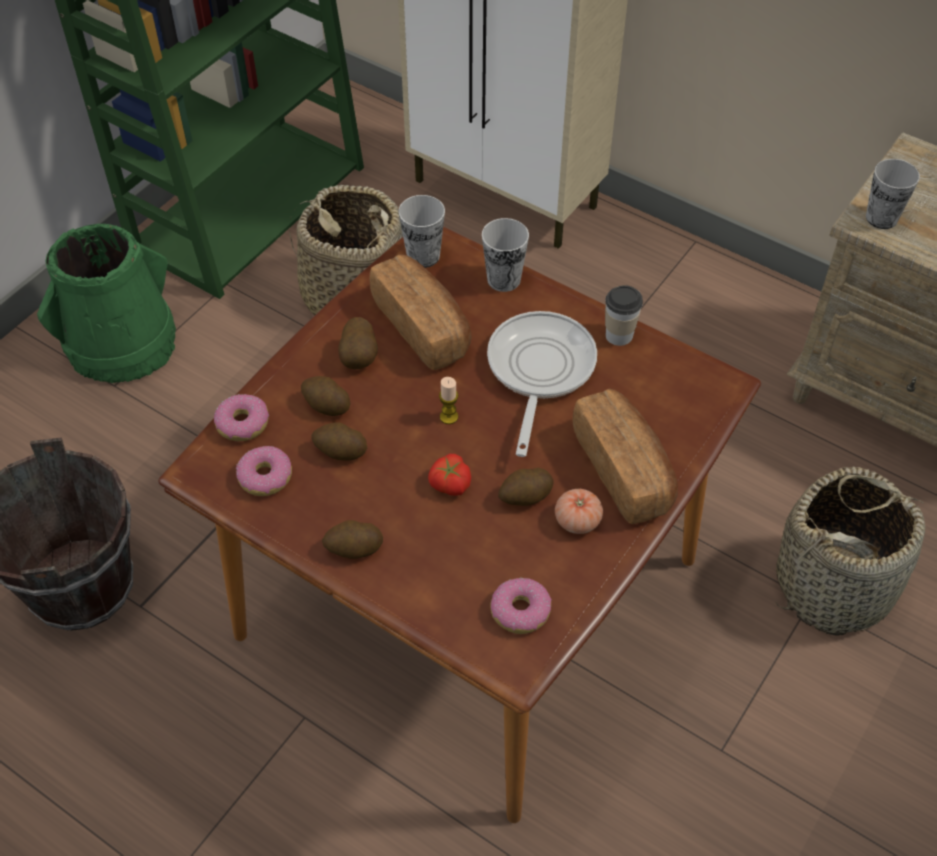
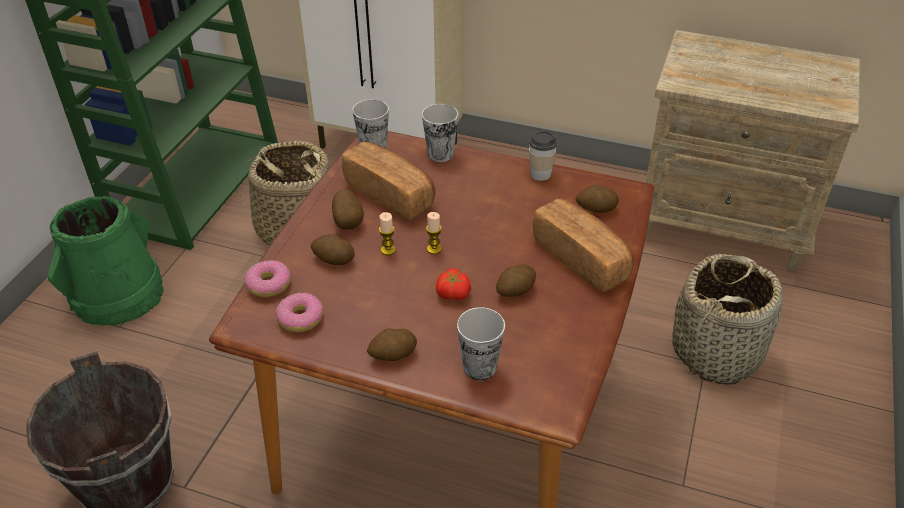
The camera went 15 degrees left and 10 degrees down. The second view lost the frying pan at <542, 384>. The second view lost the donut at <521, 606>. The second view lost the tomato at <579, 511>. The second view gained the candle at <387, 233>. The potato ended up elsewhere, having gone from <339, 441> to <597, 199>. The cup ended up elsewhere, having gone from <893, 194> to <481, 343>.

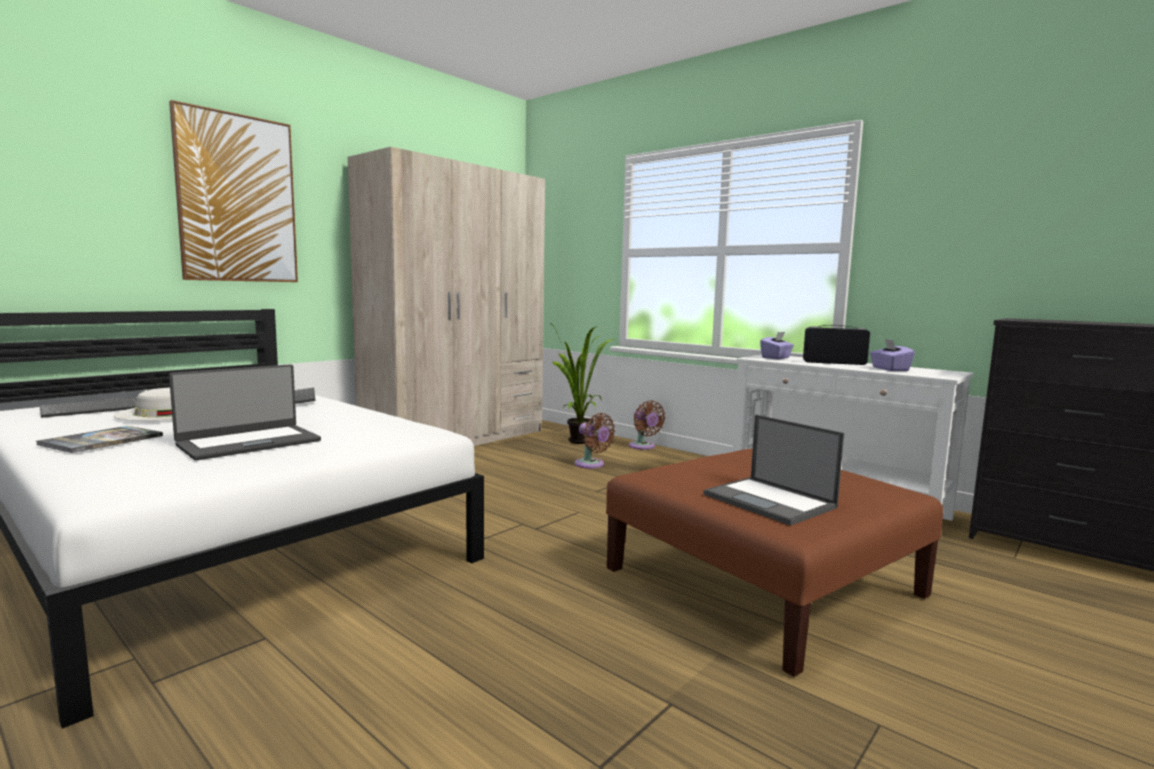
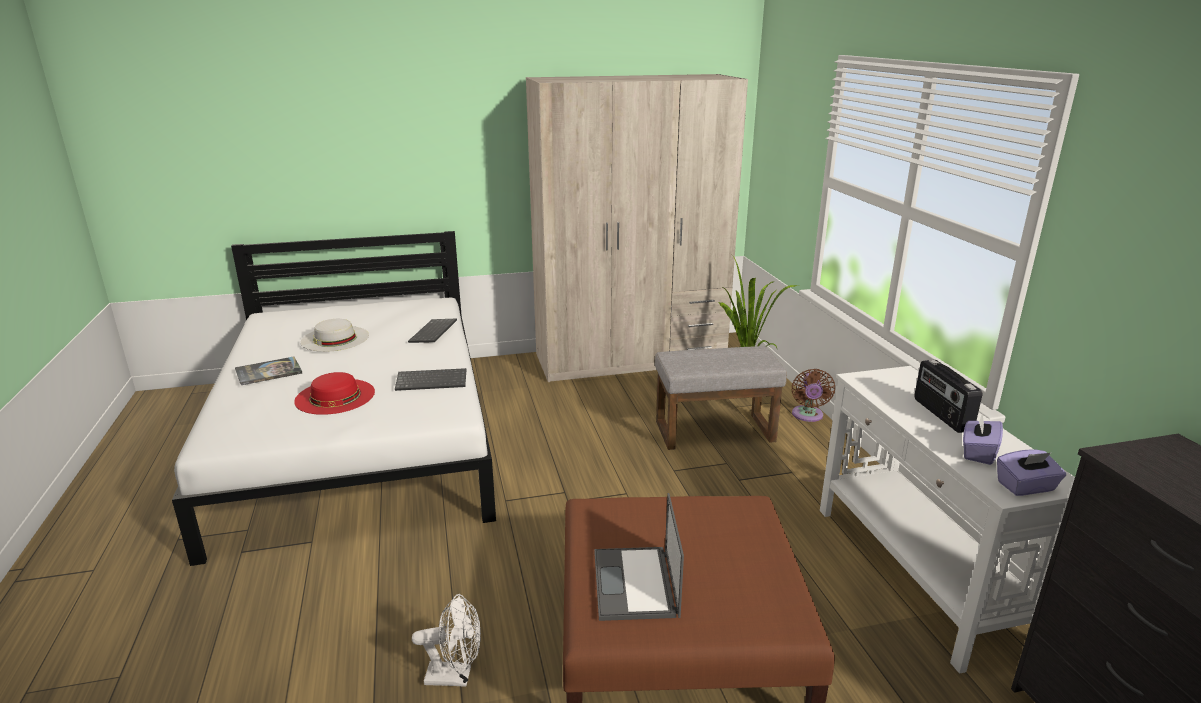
The camera went 35 degrees right and 15 degrees up. The second view lost the picture at <233, 191>. The second view gained the white fan at <446, 640>. The keyboard ended up elsewhere, having gone from <88, 407> to <430, 379>. The purple tissue box ended up elsewhere, having gone from <777, 345> to <1031, 473>. Where the laptop stood at <245, 412>, the red hat came to stand at <334, 393>. Where the brown fan stood at <595, 441>, the grey ottoman came to stand at <721, 398>. The radio at <836, 345> ended up facing another way, 150 degrees counterclockwise from before.

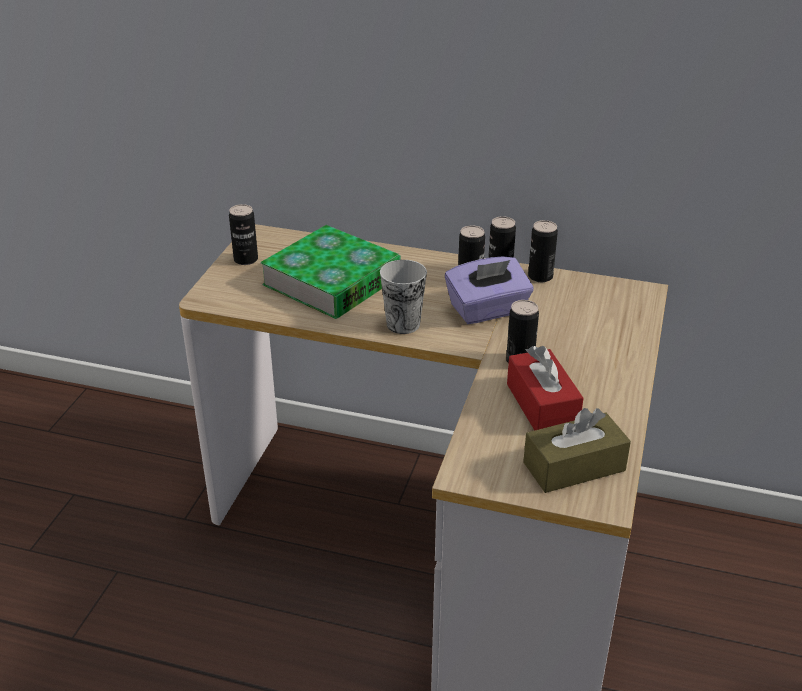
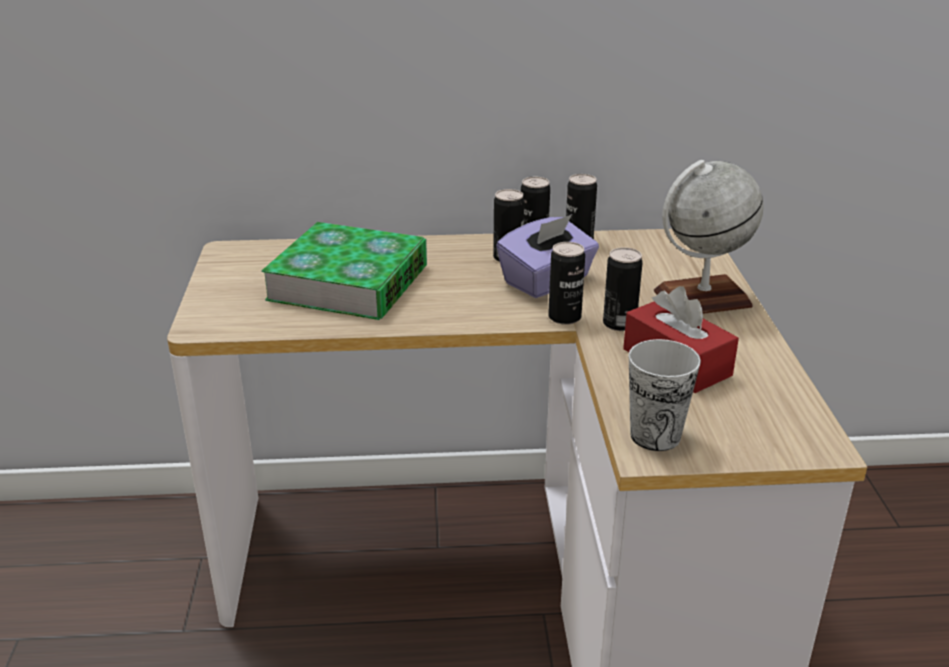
The camera went 20 degrees left and 5 degrees down. The second view lost the brown tissue box at <577, 450>. The second view gained the globe at <708, 237>. The can ended up elsewhere, having gone from <243, 234> to <566, 283>. The cup ended up elsewhere, having gone from <403, 297> to <665, 395>.

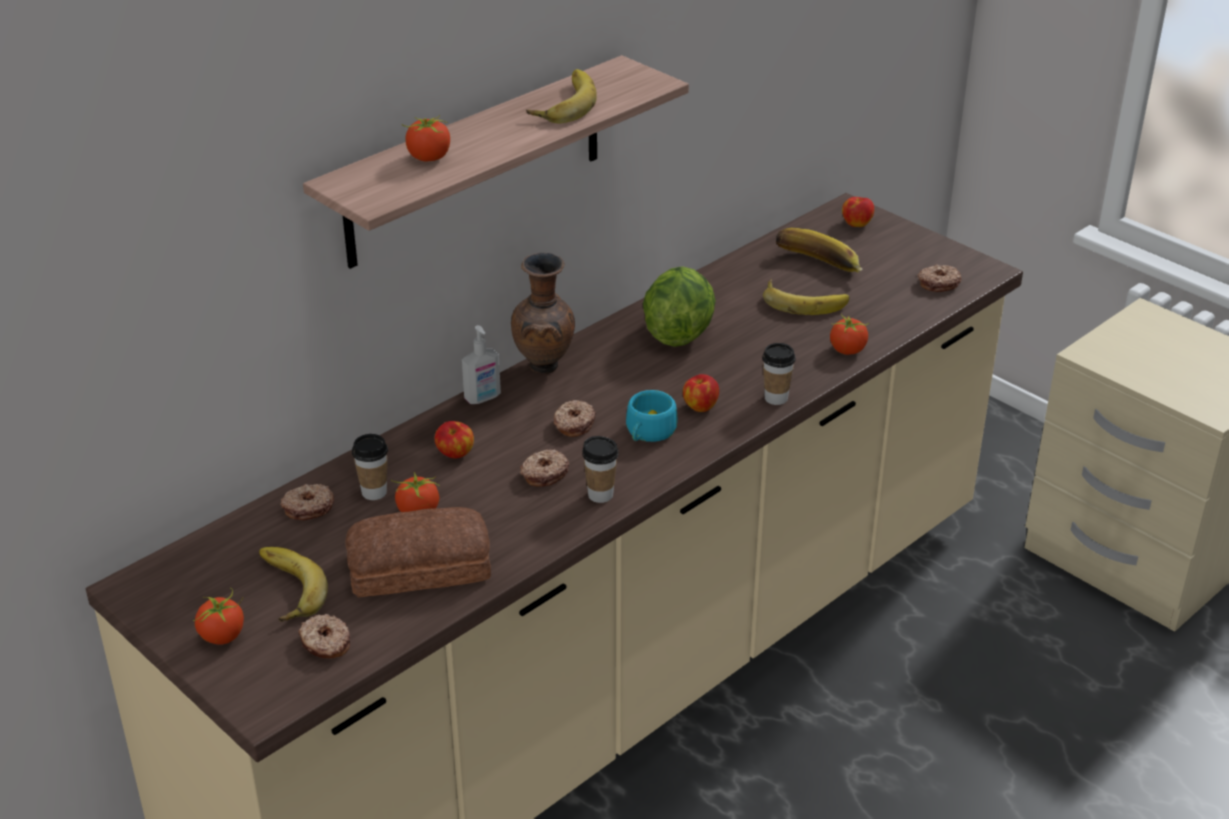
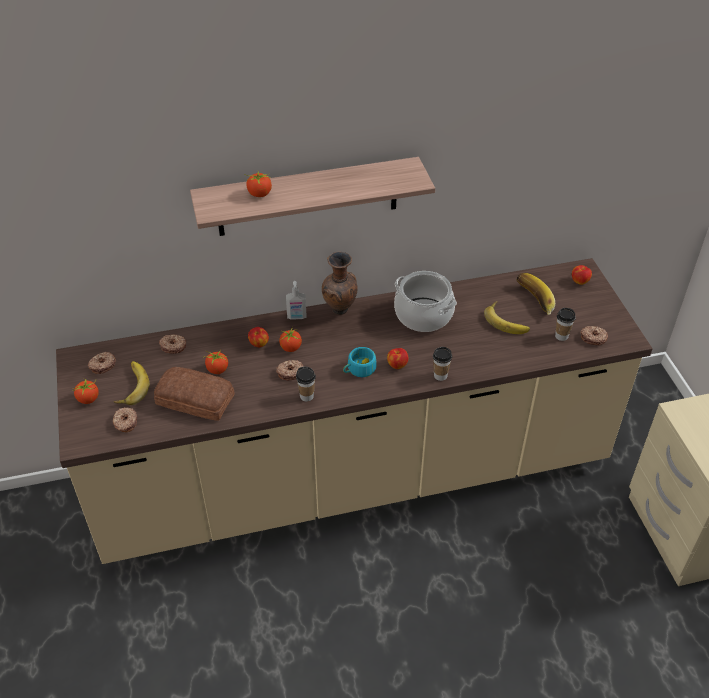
The camera went 30 degrees right and 10 degrees up. The second view lost the banana at <561, 96>. The cup ended up elsewhere, having gone from <370, 467> to <565, 324>. The donut ended up elsewhere, having gone from <575, 418> to <102, 363>. The tomato ended up elsewhere, having gone from <850, 334> to <290, 339>. Where the lettuce stood at <679, 306>, the cooking pot came to stand at <425, 301>.

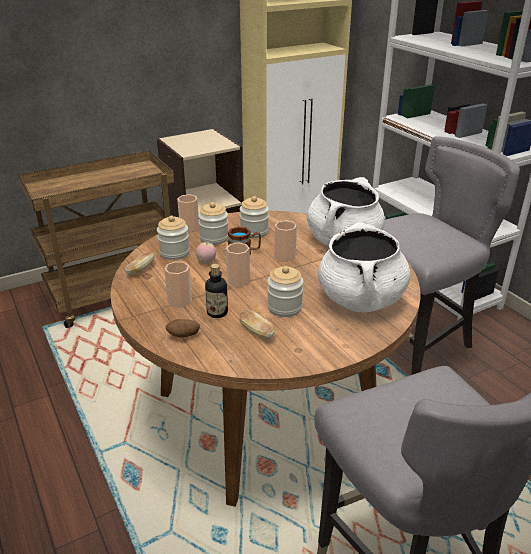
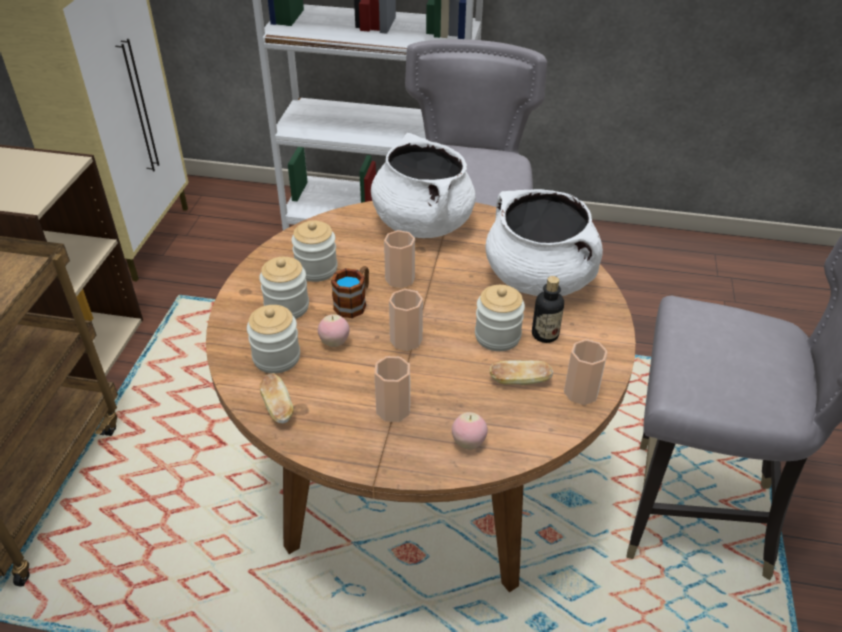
The camera went 50 degrees left and 10 degrees up. The cup ended up elsewhere, having gone from <188, 213> to <585, 372>. The bottle ended up elsewhere, having gone from <216, 291> to <548, 309>. Where the potato stood at <183, 328>, the apple came to stand at <470, 431>.

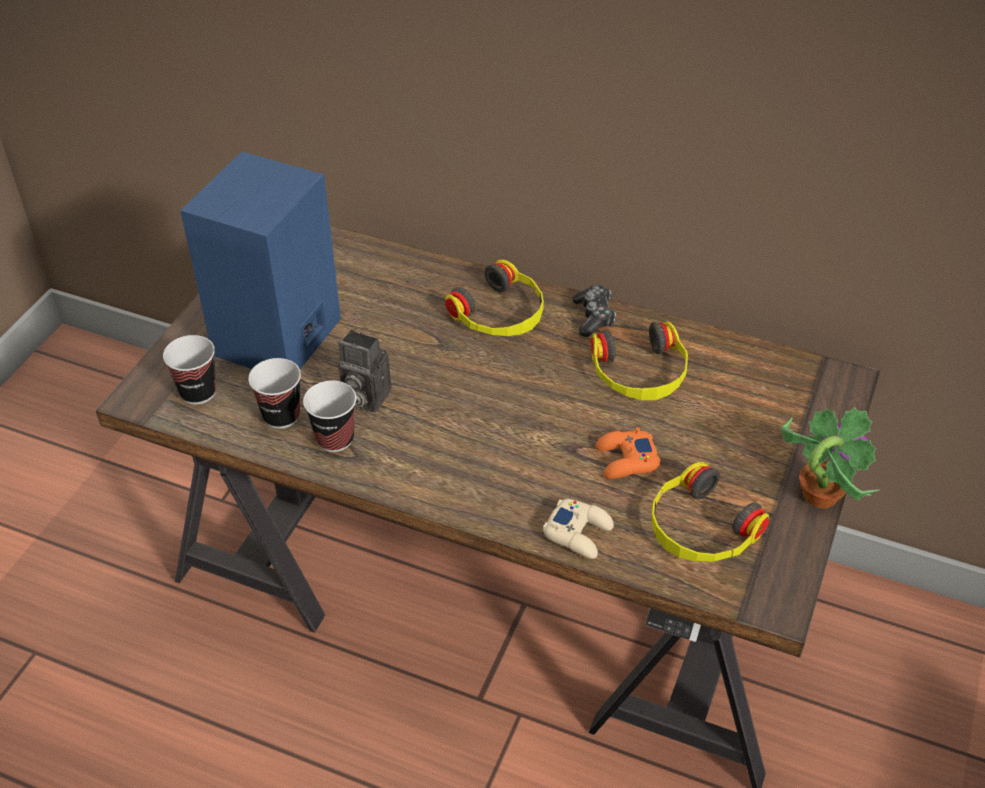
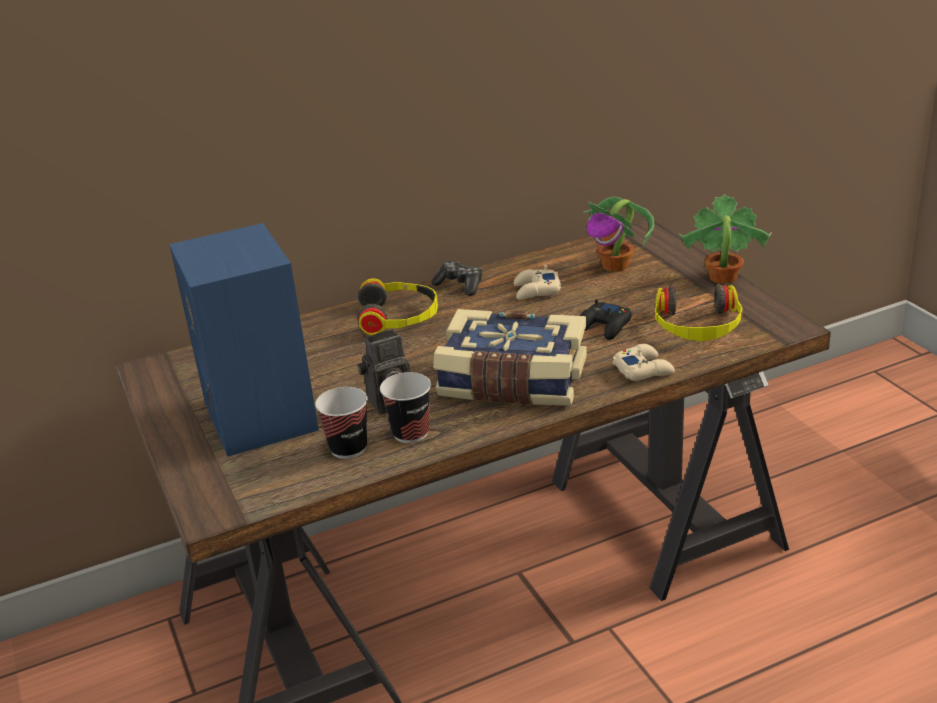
The camera went 45 degrees left and 15 degrees down. The second view lost the cup at <189, 370>. The second view gained the book at <510, 357>. The second view gained the potted plant at <618, 234>. Where the headphones stood at <639, 360>, the beige game controller came to stand at <537, 282>. What was the orange game controller at <628, 453> turned into the black game controller at <605, 319>.

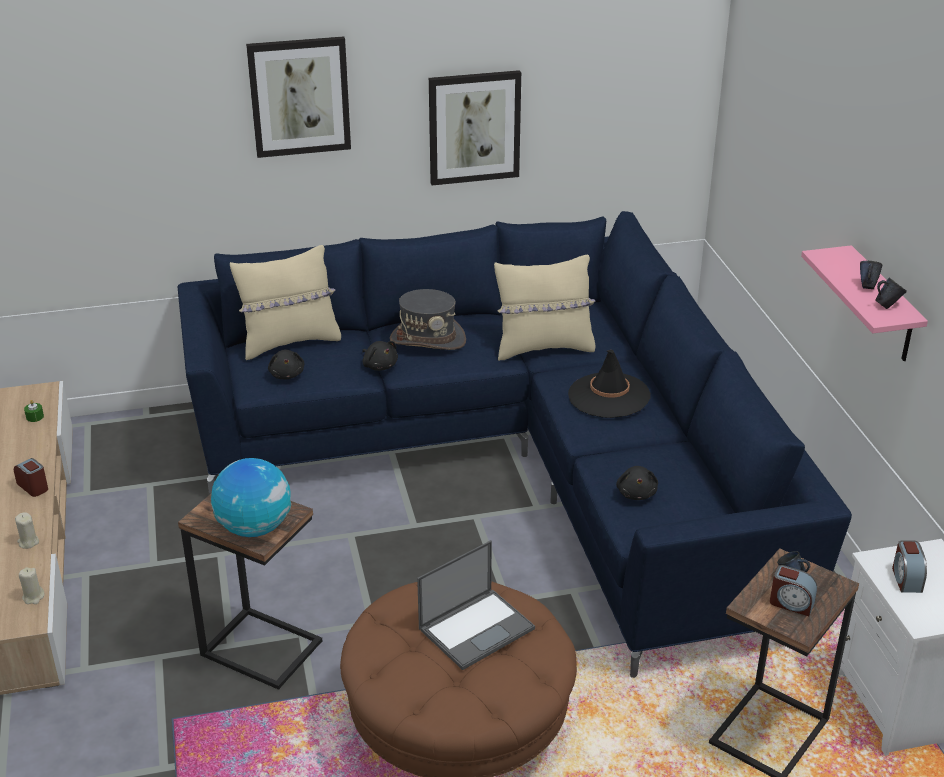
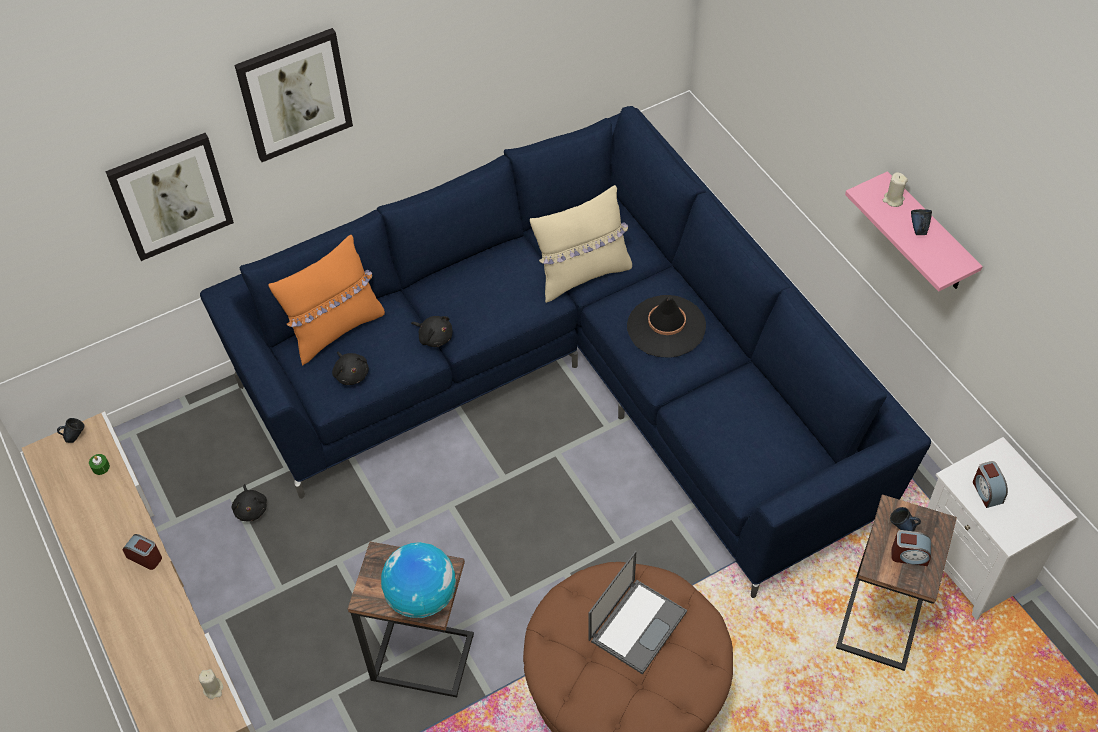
The camera went 15 degrees left and 20 degrees up. The second view lost the grey hat at <428, 319>. The beige candle ended up elsewhere, having gone from <27, 530> to <895, 189>. The picture ended up elsewhere, having gone from <475, 127> to <169, 197>. The black plush toy ended up elsewhere, having gone from <637, 483> to <249, 502>. The blue mug ended up elsewhere, having gone from <891, 293> to <70, 430>. What was the beige pillow at <285, 302> turned into the orange pillow at <326, 300>.

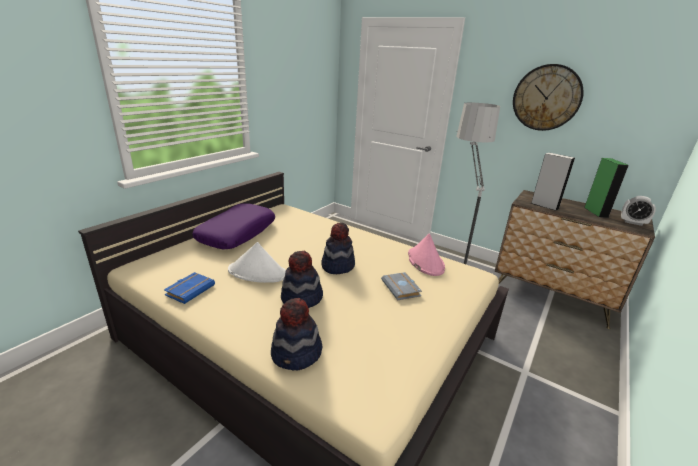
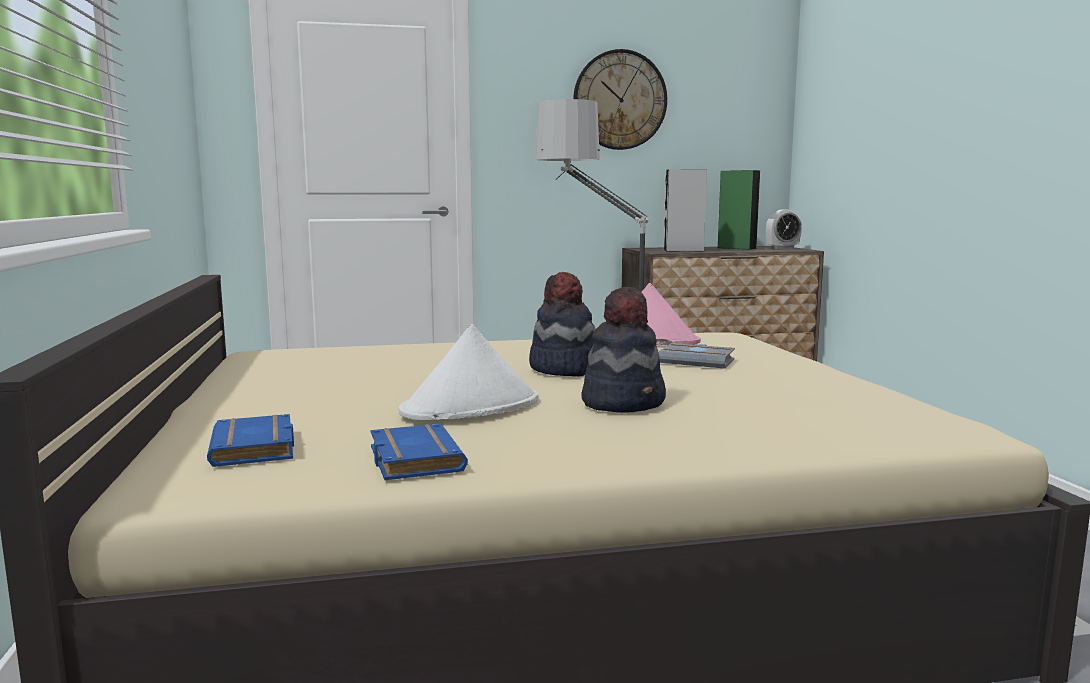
The camera went 45 degrees left and 15 degrees down. The second view lost the purple pillow at <233, 226>. The second view lost the hat at <297, 334>. The second view gained the blue book at <250, 440>.

